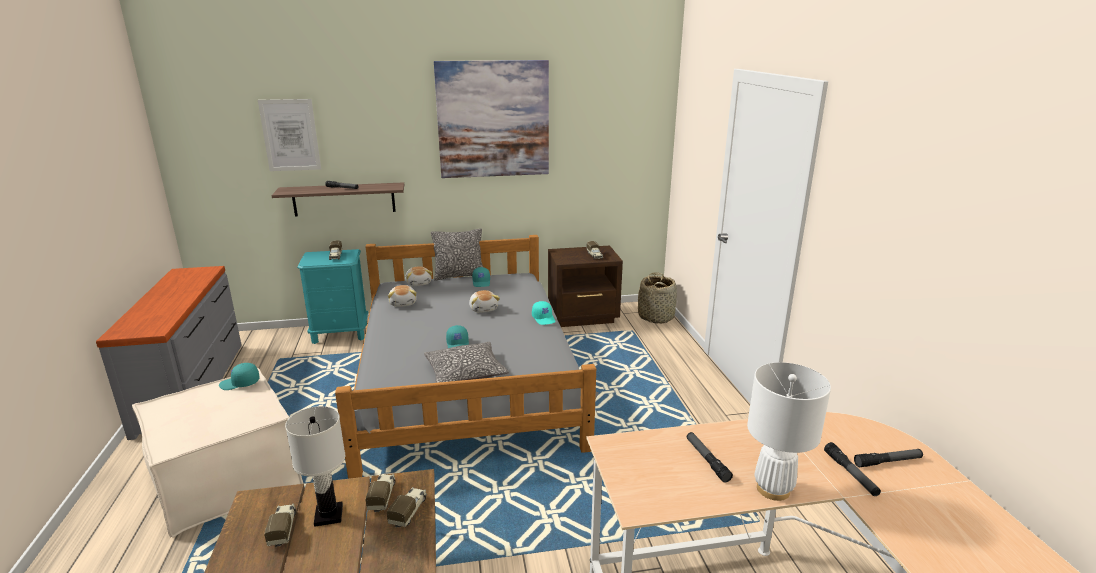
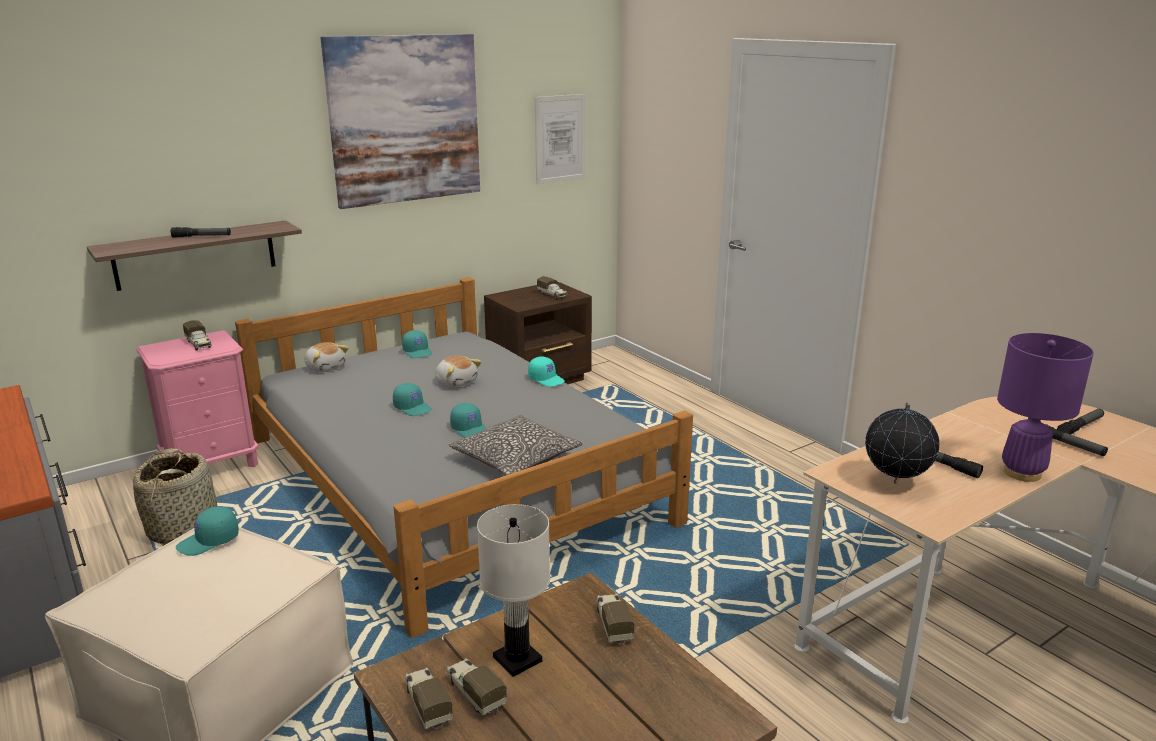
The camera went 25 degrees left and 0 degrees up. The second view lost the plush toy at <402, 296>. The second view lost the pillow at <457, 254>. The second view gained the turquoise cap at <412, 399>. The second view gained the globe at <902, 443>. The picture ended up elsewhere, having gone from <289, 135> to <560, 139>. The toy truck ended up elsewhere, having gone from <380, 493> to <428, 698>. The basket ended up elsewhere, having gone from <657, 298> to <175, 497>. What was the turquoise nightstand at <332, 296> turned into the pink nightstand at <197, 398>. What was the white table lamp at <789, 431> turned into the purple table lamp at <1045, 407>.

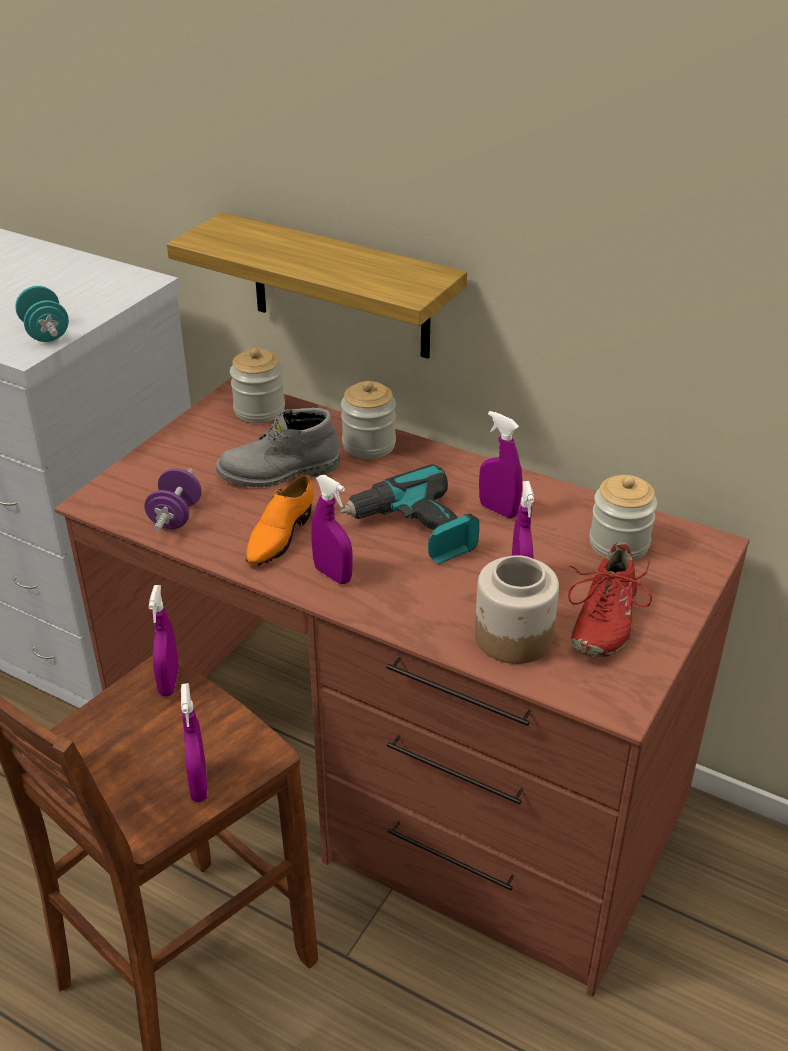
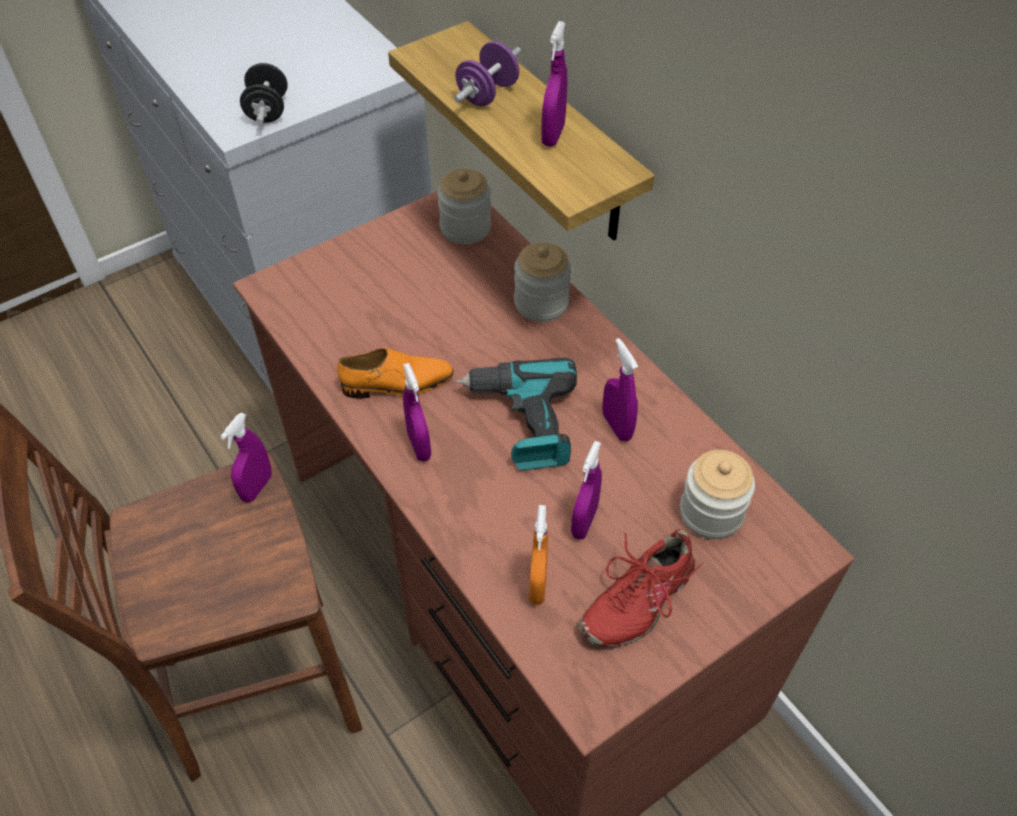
The camera went 25 degrees right and 15 degrees up. The second view lost the grey boot at <278, 447>. The purple dumbbell ended up elsewhere, having gone from <173, 499> to <487, 73>. The purple spray bottle ended up elsewhere, having gone from <194, 742> to <554, 83>. Where the jar stood at <517, 609>, the orange spray bottle came to stand at <538, 555>. What was the turquoise dumbbell at <42, 314> turned into the black dumbbell at <264, 93>. The orange shoe at <280, 520> ended up facing another way, 150 degrees counterclockwise from before.

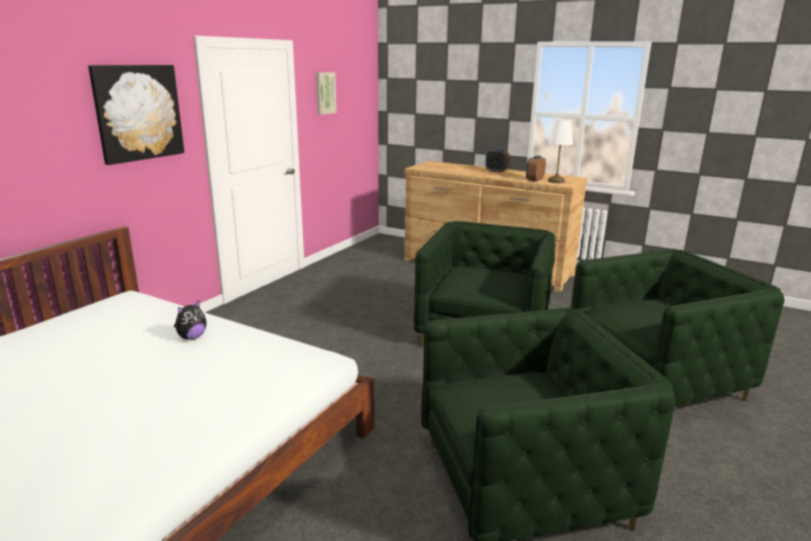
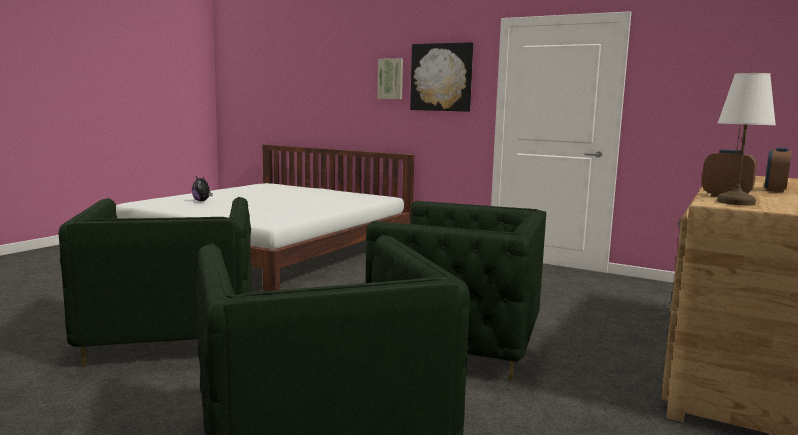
The camera went 90 degrees right and 10 degrees down. The plush toy ended up elsewhere, having gone from <190, 320> to <202, 188>. The picture ended up elsewhere, having gone from <326, 93> to <390, 78>.

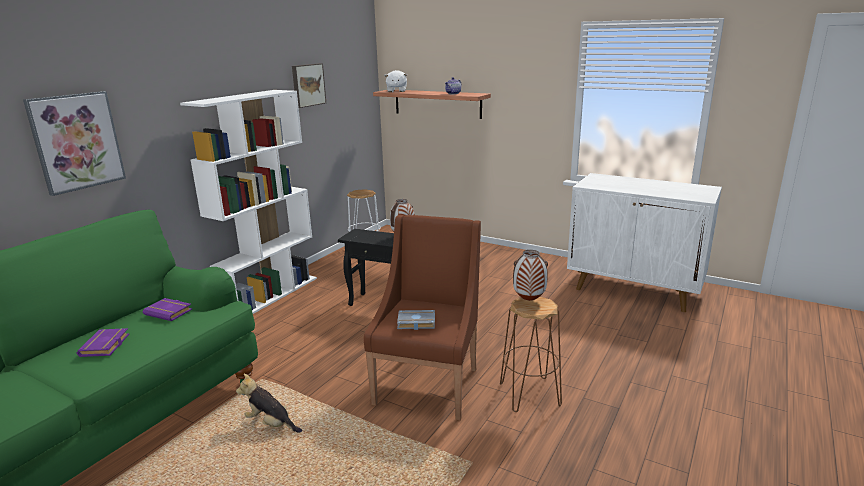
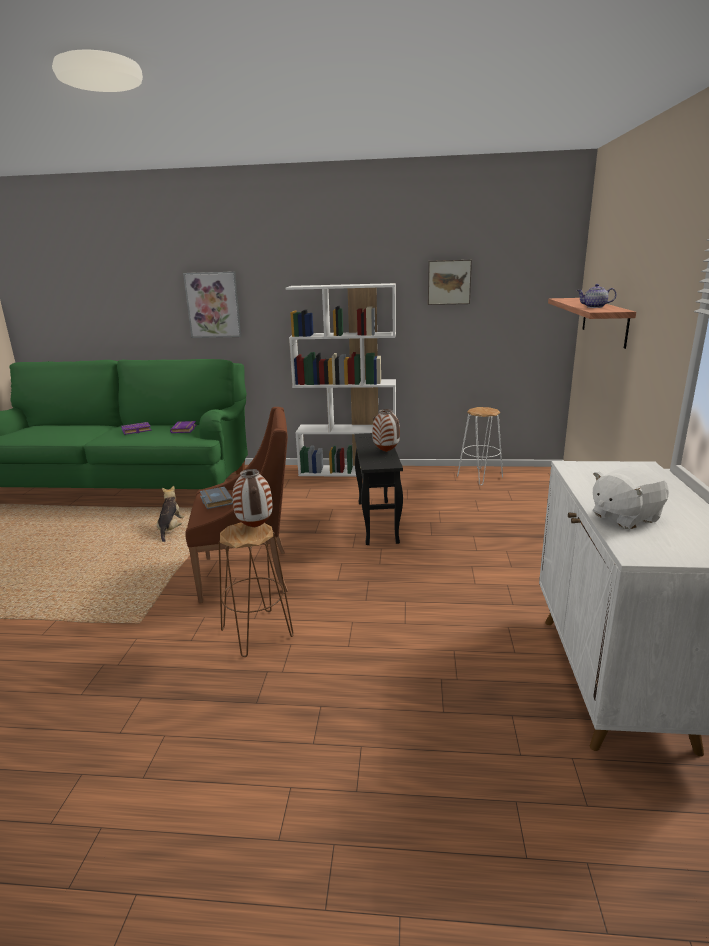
The camera went 65 degrees right and 0 degrees up. The white plush toy ended up elsewhere, having gone from <395, 81> to <631, 498>.

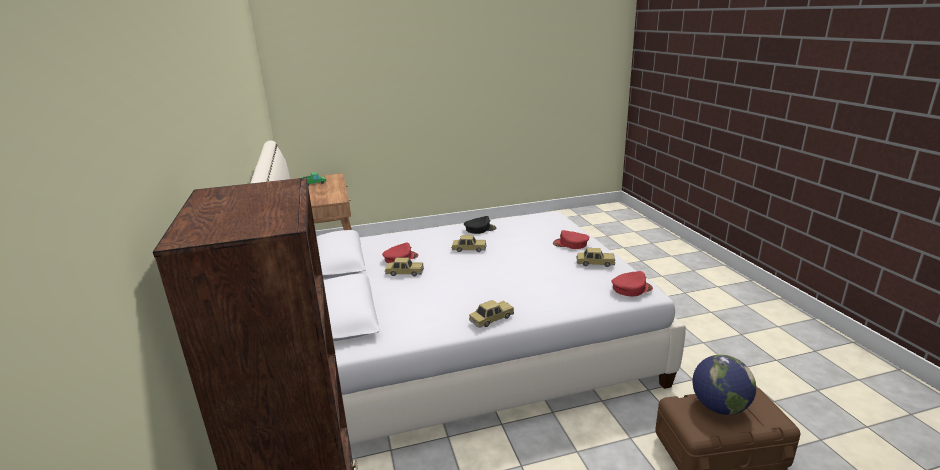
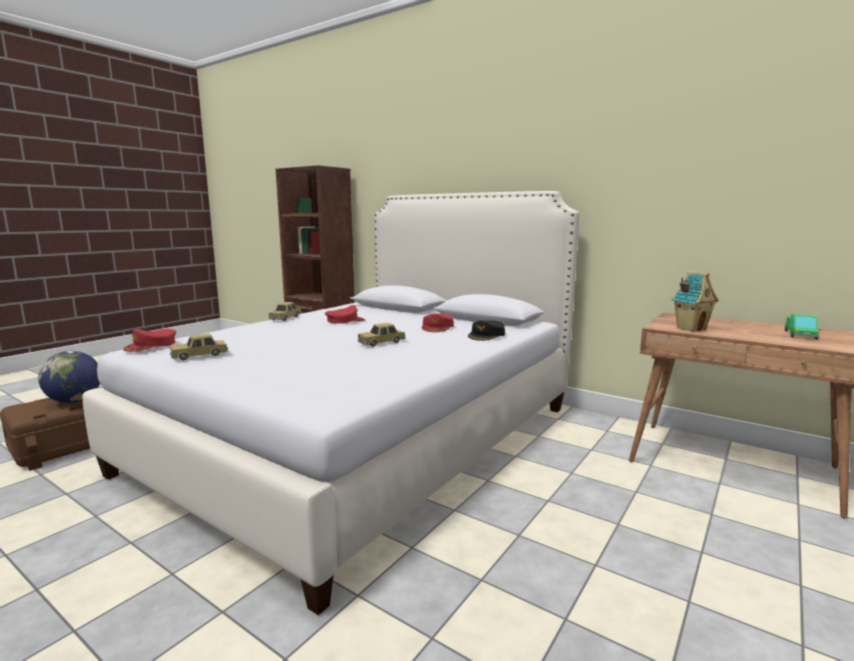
The camera went 140 degrees right and 10 degrees down. The second view lost the toy car at <404, 266>. The second view gained the toy house at <695, 301>. The black cap ended up elsewhere, having gone from <480, 225> to <486, 330>. The red cap ended up elsewhere, having gone from <571, 239> to <345, 314>.

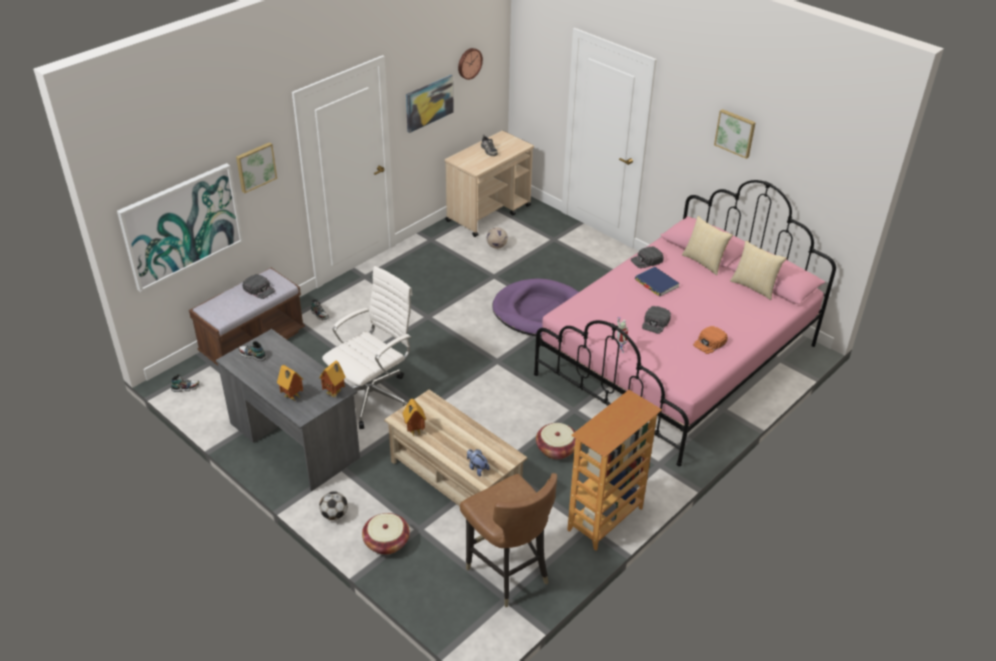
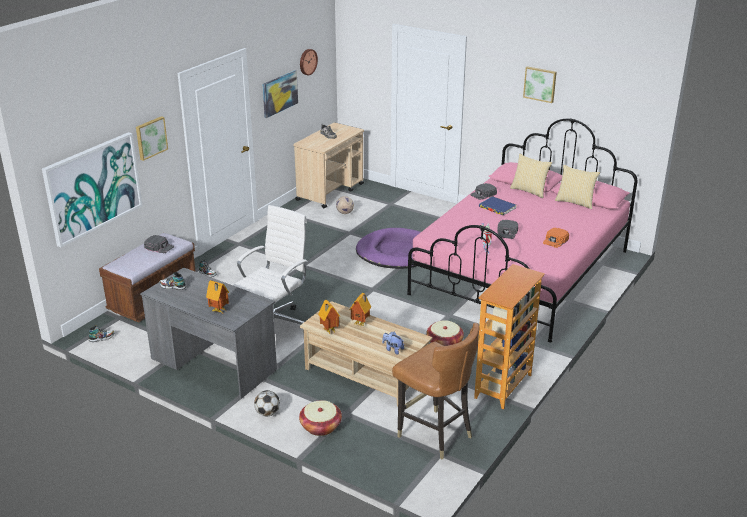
The camera went 10 degrees left and 10 degrees down. The toy house ended up elsewhere, having gone from <332, 379> to <360, 309>.

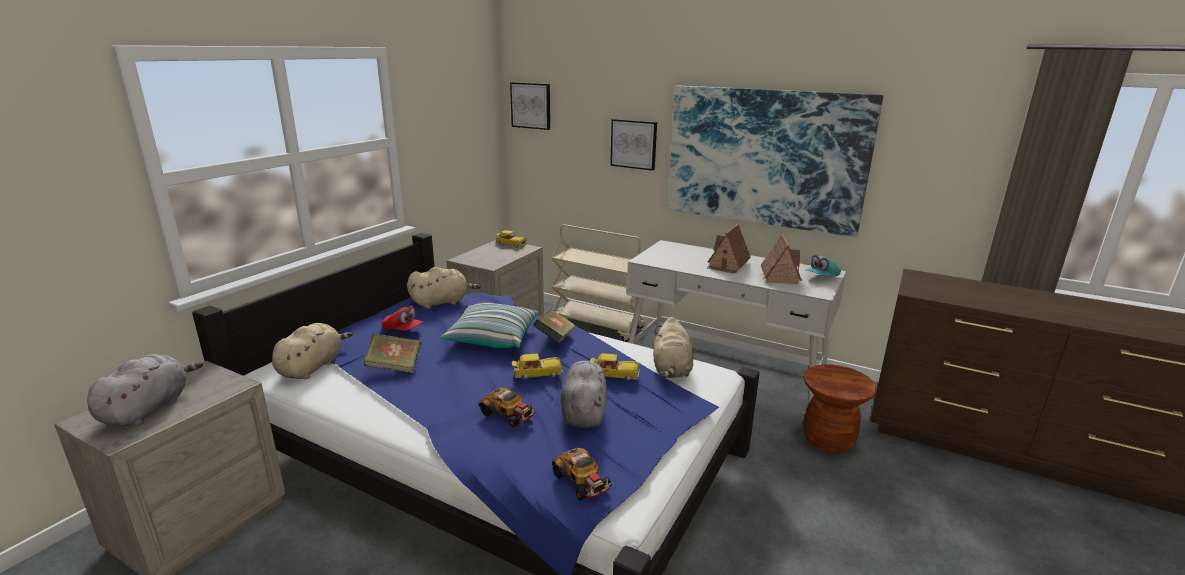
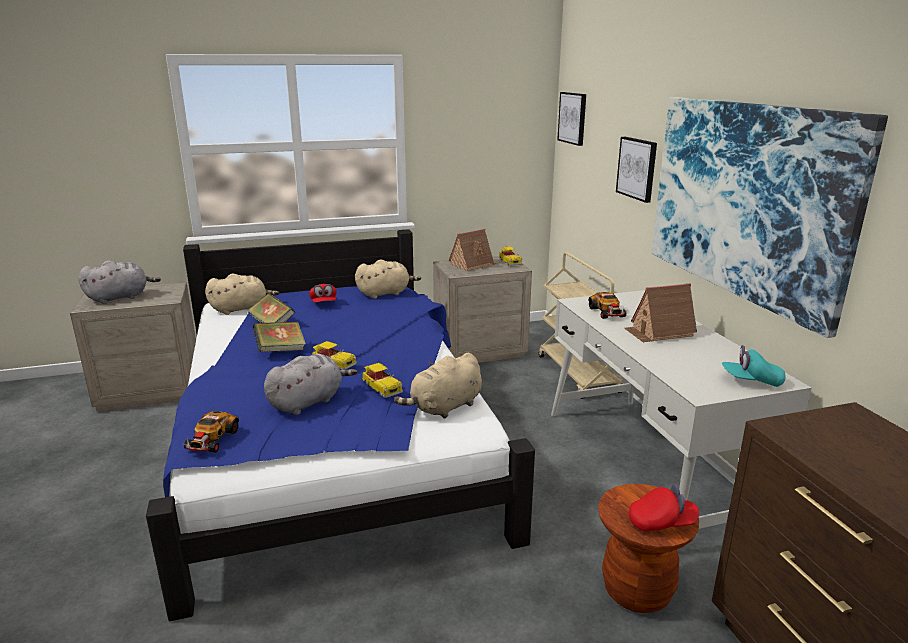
The camera went 45 degrees right and 0 degrees up. The second view lost the pillow at <489, 325>. The second view gained the red cap at <664, 508>. The toy car ended up elsewhere, having gone from <507, 407> to <608, 305>. The book ended up elsewhere, having gone from <554, 326> to <279, 337>. The toy house ended up elsewhere, having gone from <781, 259> to <473, 250>. The beige plush toy at <444, 288> ended up facing another way, 45 degrees counterclockwise from before.

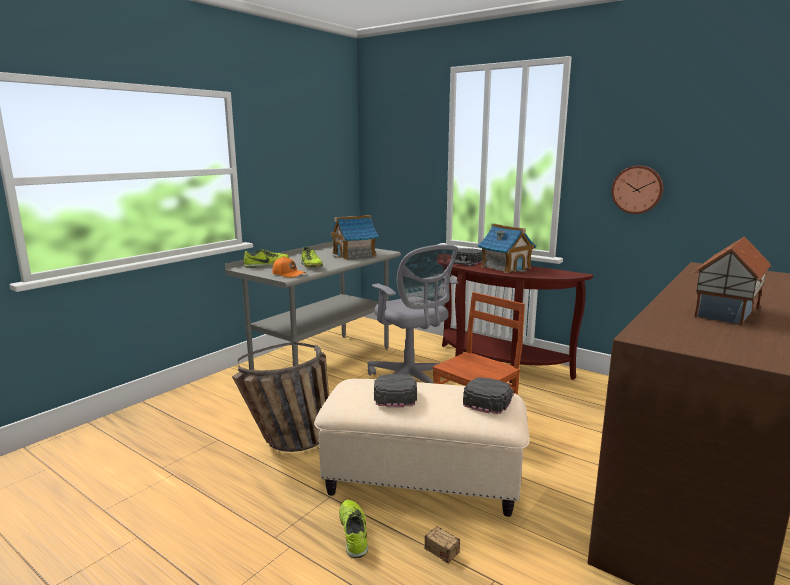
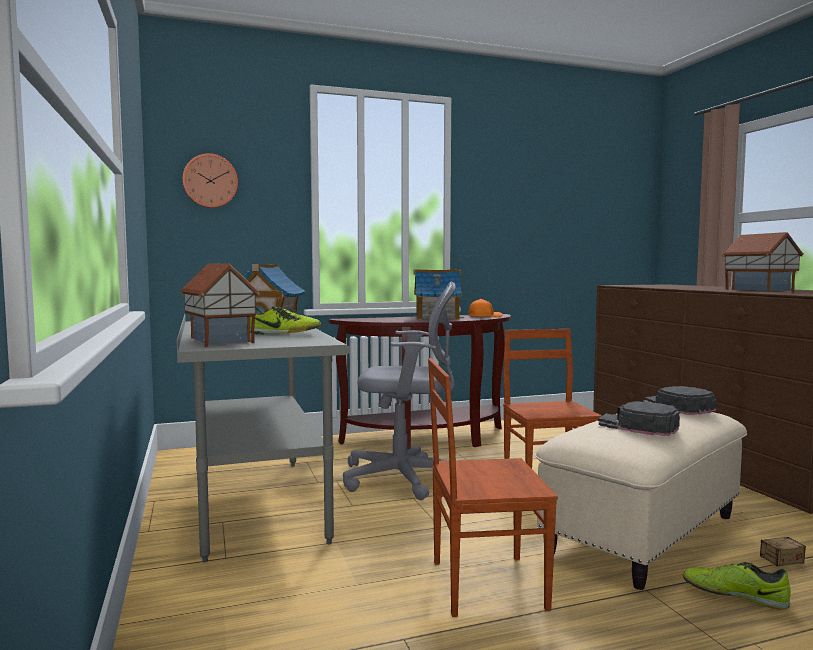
The camera went 55 degrees left and 10 degrees down. The second view lost the black cap at <468, 257>. The orange cap ended up elsewhere, having gone from <289, 267> to <485, 307>. The wall clock ended up elsewhere, having gone from <637, 189> to <210, 180>. Where the basket stood at <280, 397>, the brown chair came to stand at <493, 487>. Where the shoe stood at <266, 258>, the toy house came to stand at <220, 305>.

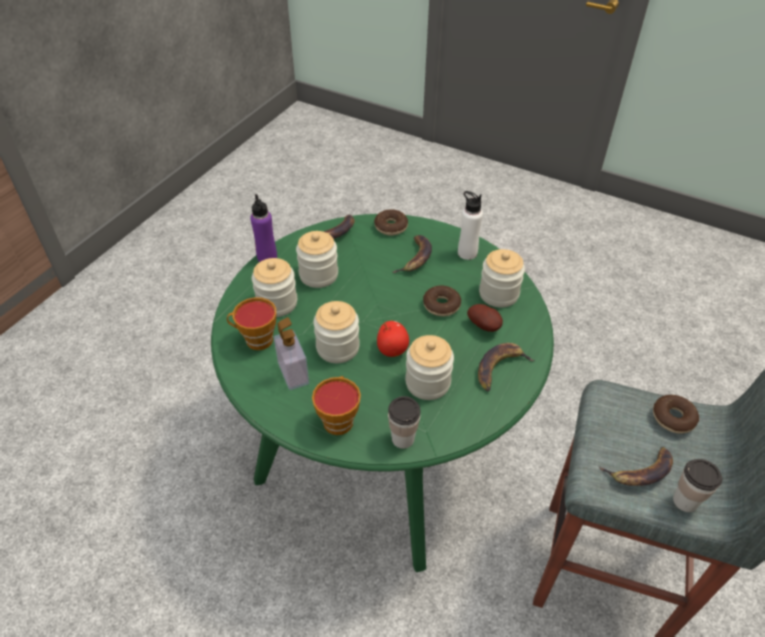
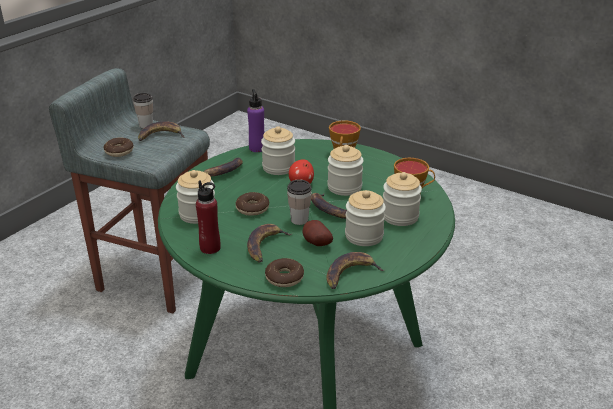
The camera went 175 degrees left and 15 degrees down. The second view lost the soap dispenser at <291, 353>. The second view gained the banana at <329, 206>. The purple bottle ended up elsewhere, having gone from <263, 228> to <256, 120>. The cup ended up elsewhere, having gone from <404, 422> to <299, 202>. The potato ended up elsewhere, having gone from <485, 318> to <318, 233>. What was the white bottle at <470, 225> turned into the red bottle at <208, 217>.

